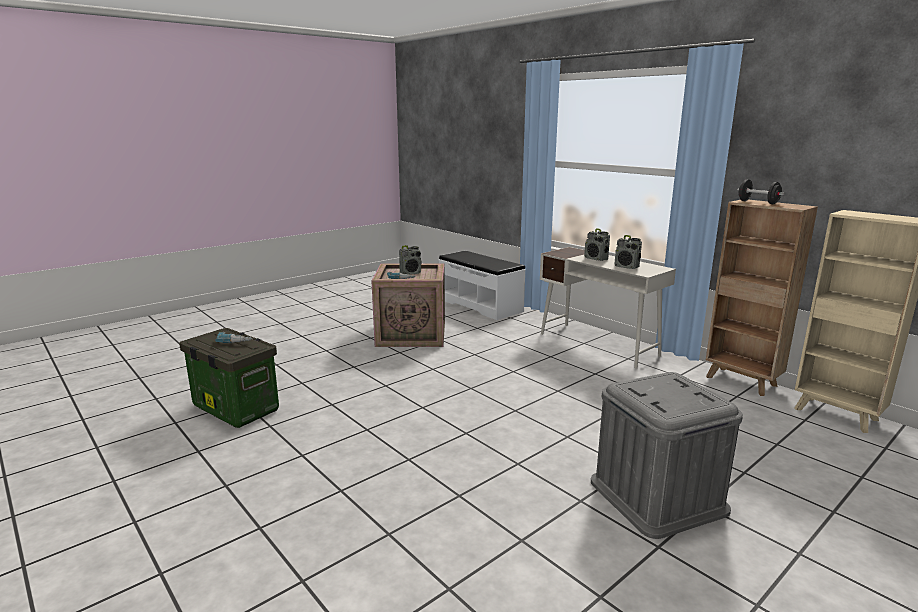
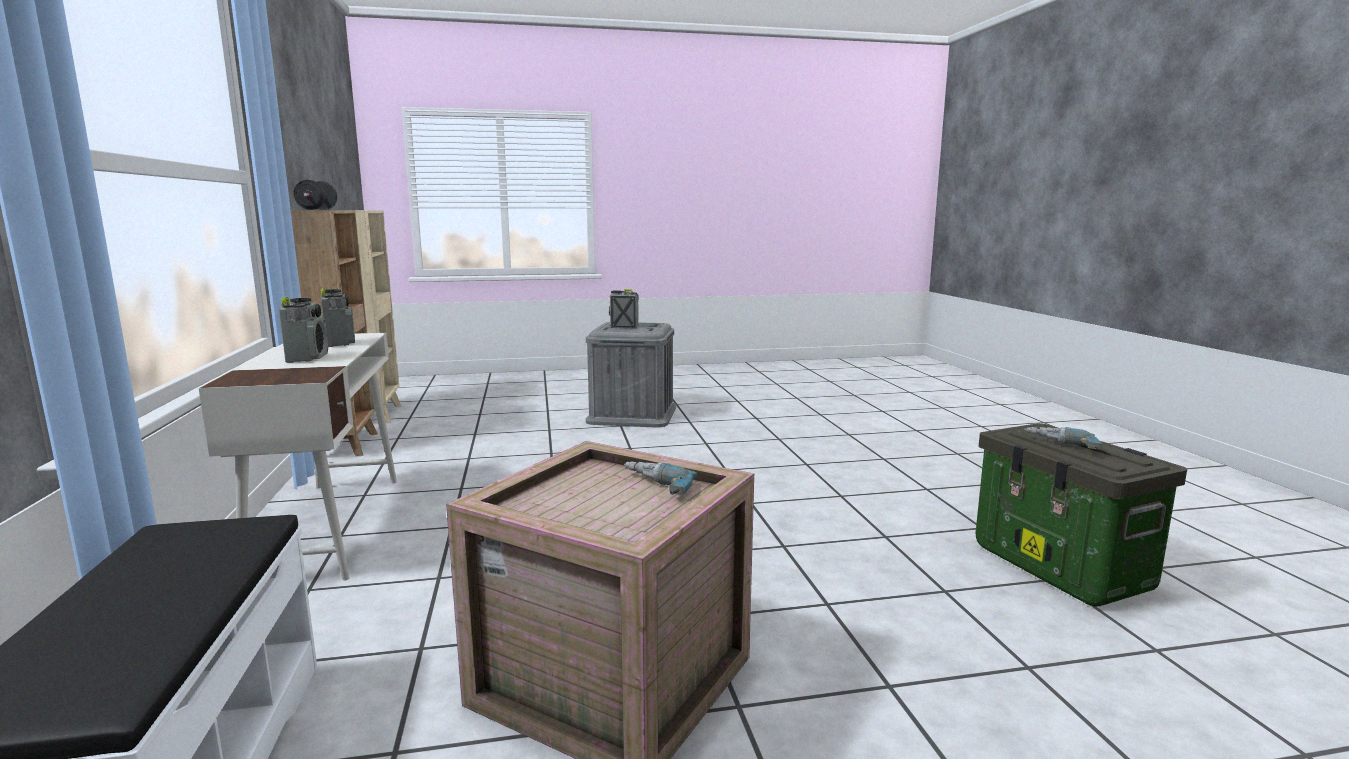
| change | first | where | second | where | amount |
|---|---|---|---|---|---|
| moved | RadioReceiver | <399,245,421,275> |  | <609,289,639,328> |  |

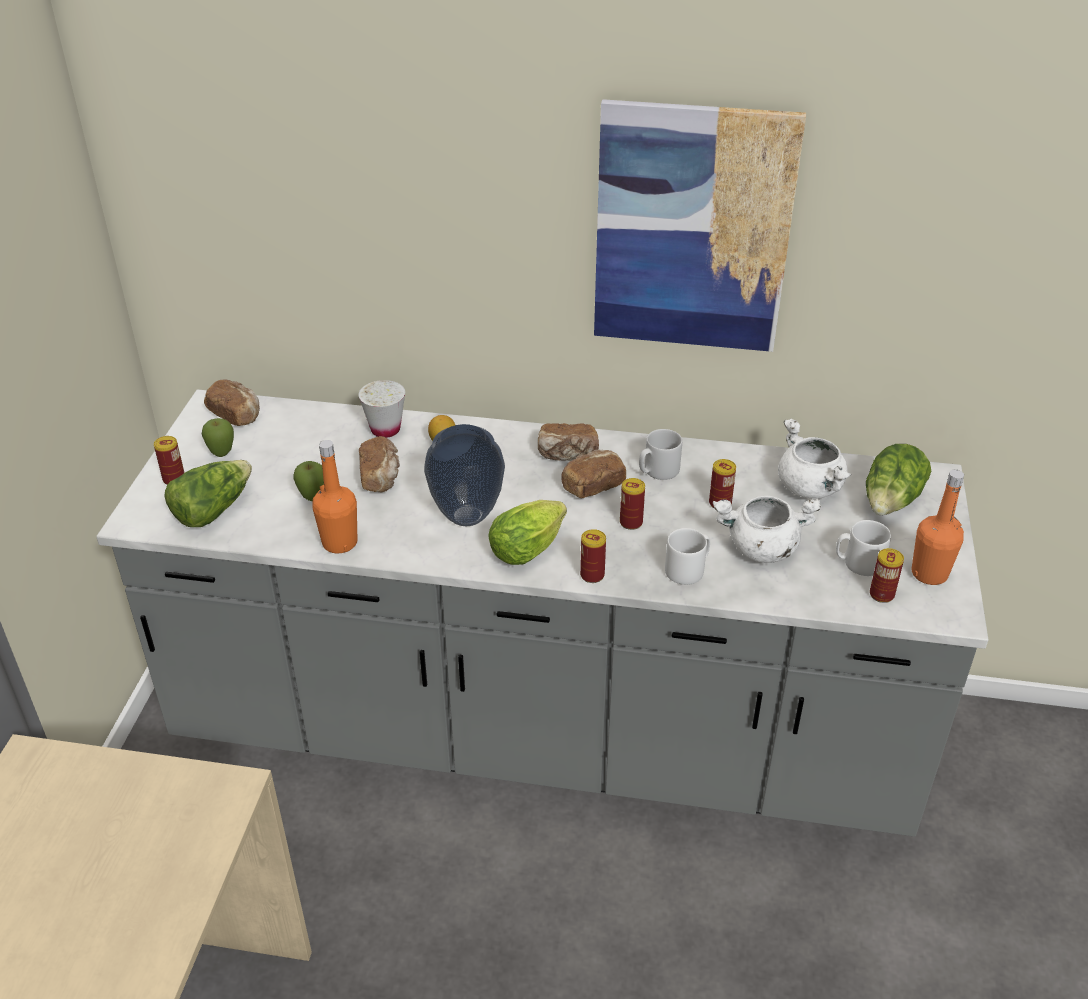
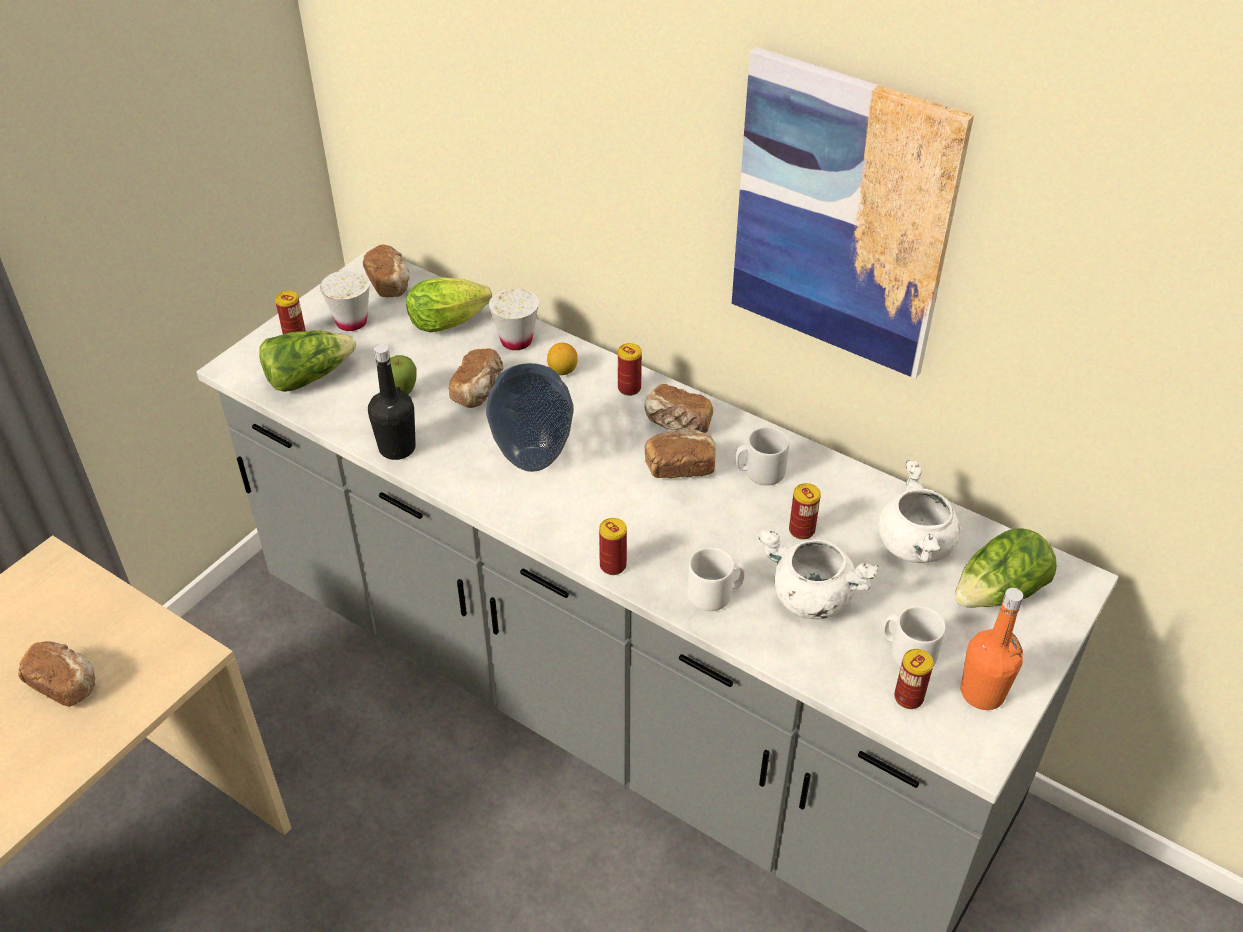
| change | first | where | second | where | amount |
|---|---|---|---|---|---|
| added |  |  | BakeryBread | <18,641,95,707> |  |
| moved | Lettuce | <488,500,567,565> |  | <406,278,492,332> |  |
| moved | SealedCan | <620,478,645,530> |  | <618,343,642,396> |  |
| replaced | Apple | <202,418,234,457> | WhiteColouredDrinkingCup | <320,270,370,331> |  |
| recoloured | OrangeBottle | <312,440,357,553> | BlackishBottle | <368,344,416,460> |  |

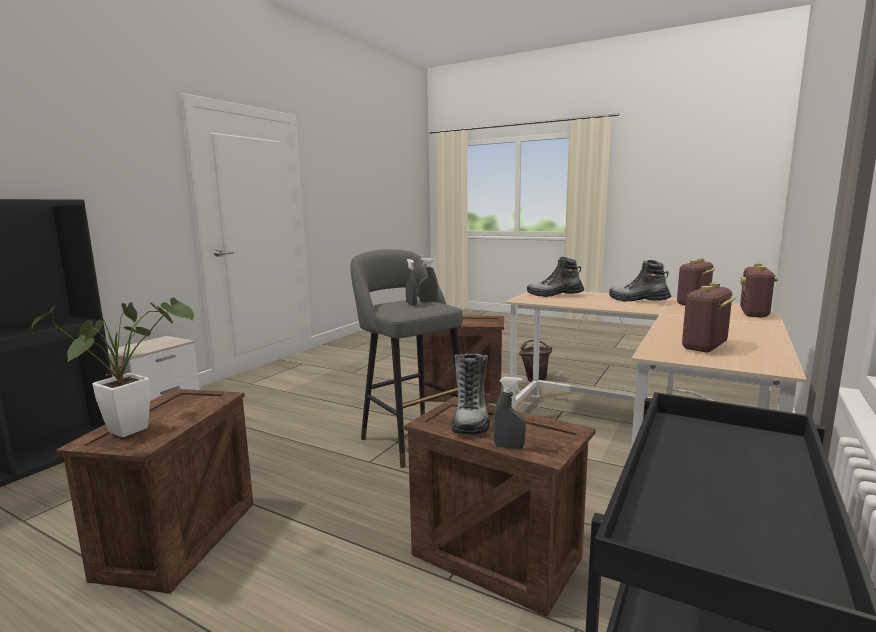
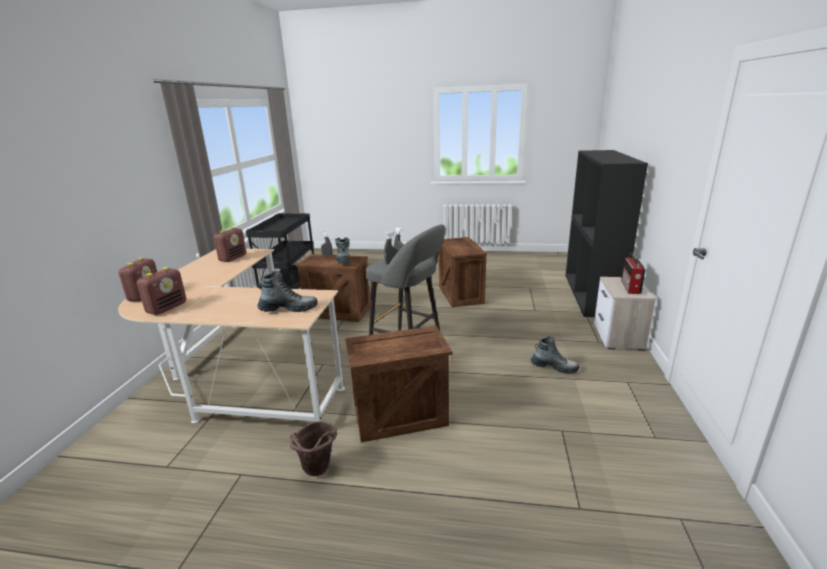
| change | first | where | second | where | amount |
|---|---|---|---|---|---|
| removed | PottedPlant | <31,298,194,437> |  |  |  |
| added |  |  | RadioReceiver | <621,253,646,294> |  |
| moved | TallBoot | <609,260,671,302> |  | <531,336,579,374> |  |

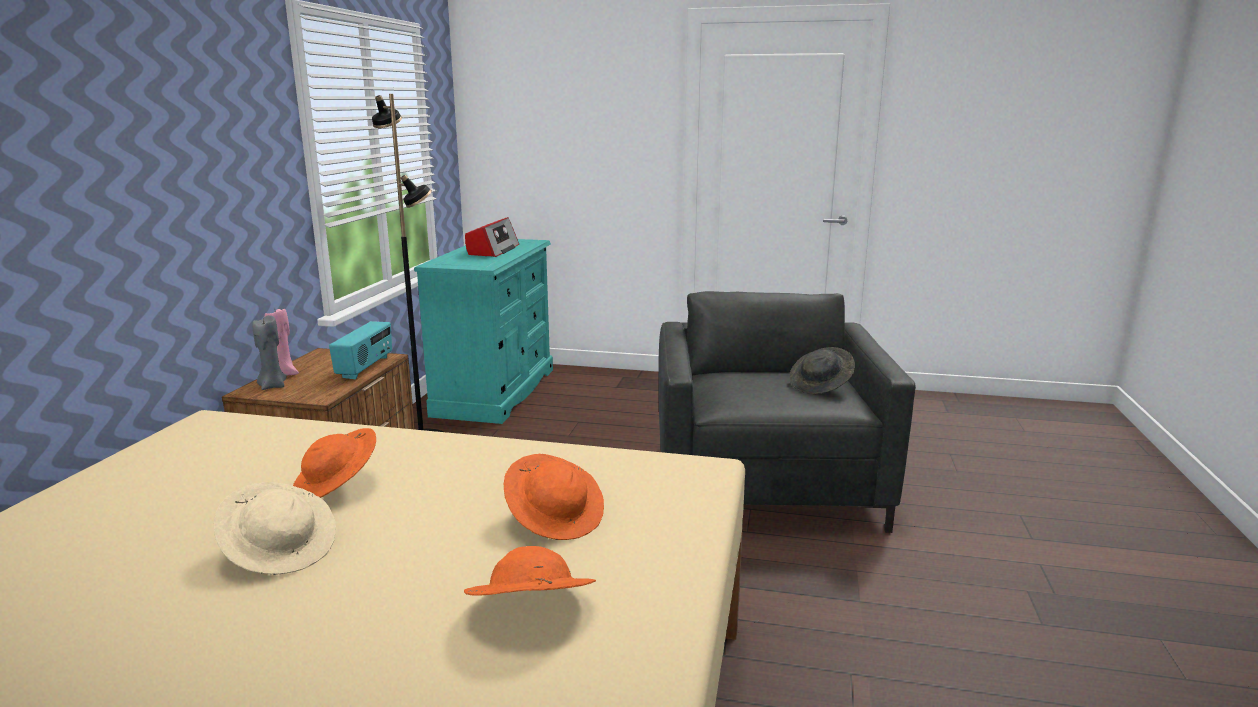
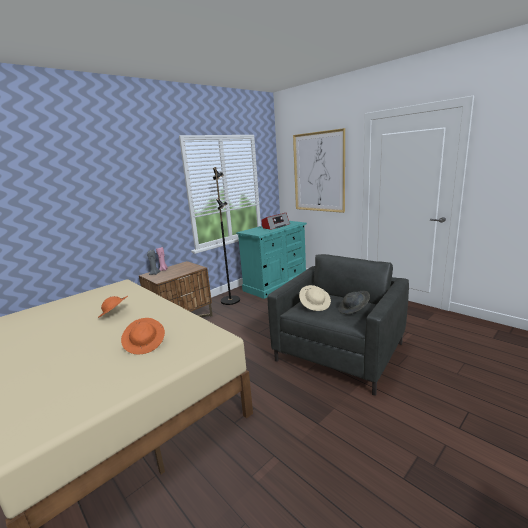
| change | first | where | second | where | amount |
|---|---|---|---|---|---|
| removed | RadioReceiver | <329,321,392,380> |  |  |  |
| removed | OrangeWearableHat | <464,546,596,596> |  |  |  |
| added |  |  | WallPicture | <293,128,345,213> |  |
| moved | SandColouredWearableHat | <214,482,336,575> |  | <299,285,331,311> |  |

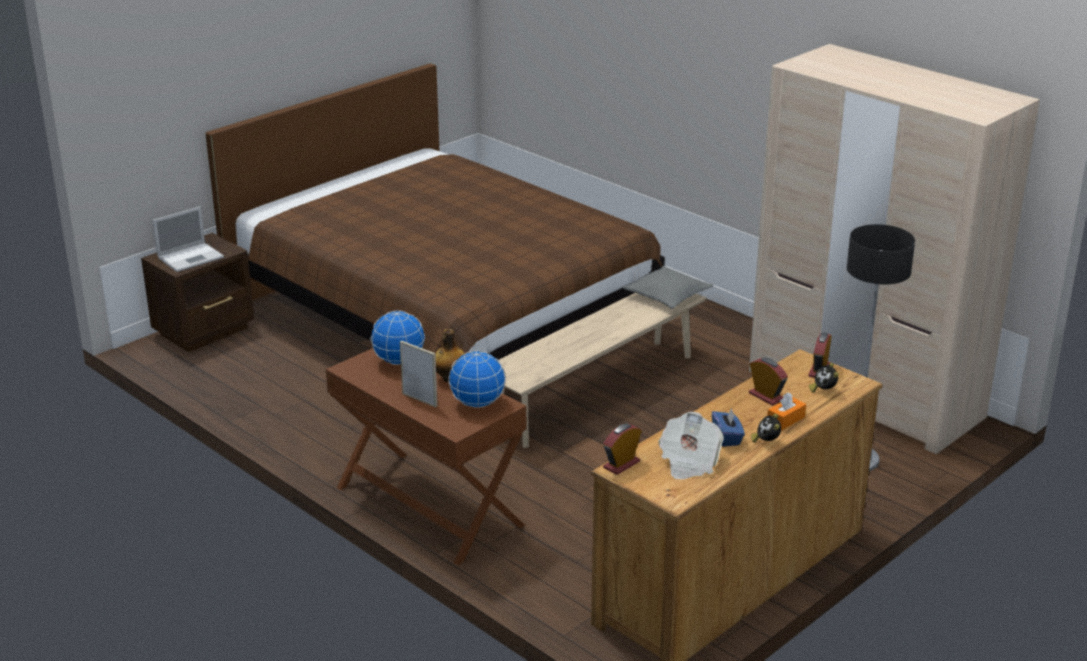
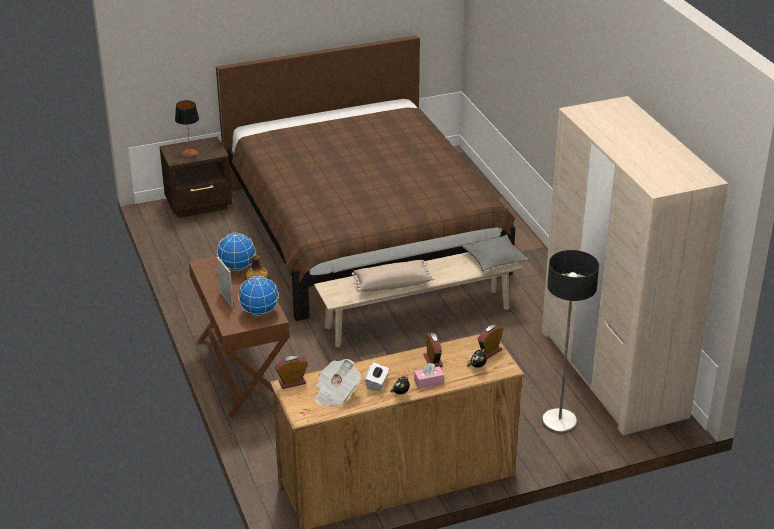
| change | first | where | second | where | amount |
|---|---|---|---|---|---|
| added |  |  | SandColouredCushion | <351,260,434,292> |  |
| replaced | Laptop | <152,207,224,272> | LampForATable | <175,100,199,157> |  |
| recoloured | BlueColouredBoxOfTissues | <712,408,745,447> | WhiteColouredBoxOfTissues | <365,362,389,391> |  |
| recoloured | OrangeBoxOfTissues | <767,392,806,430> | PinkBoxOfTissues | <414,363,444,389> |  |

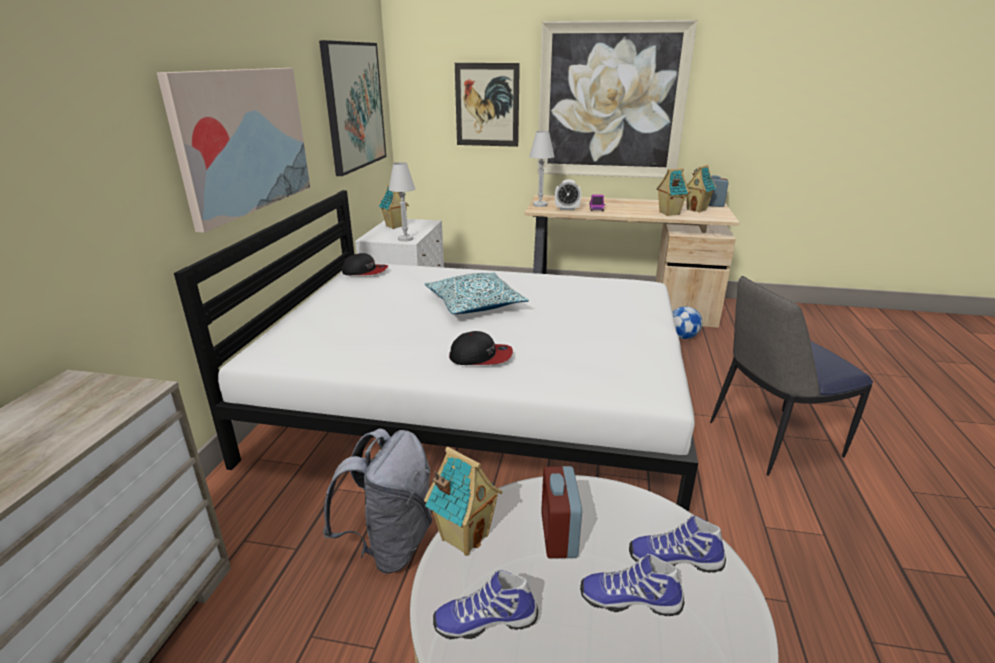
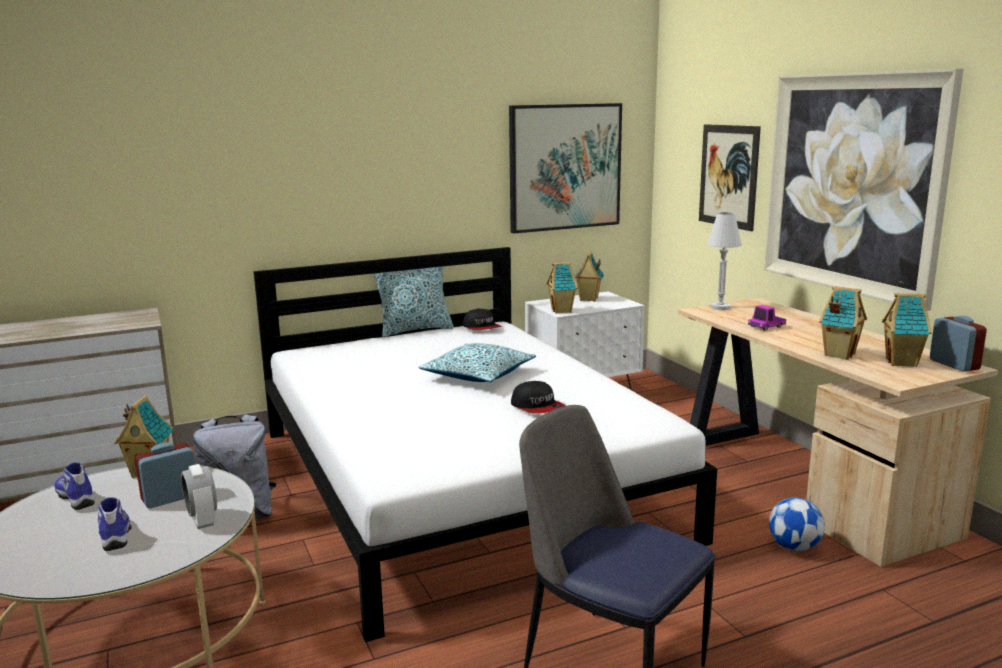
| change | first | where | second | where | amount |
|---|---|---|---|---|---|
| removed | WallPicture | <157,68,310,233> |  |  |  |
| removed | ItemOfFootwear | <629,515,726,572> |  |  |  |
| added |  |  | Cushion | <374,266,454,337> |  |
| moved | PeakedCap | <449,331,513,365> |  | <511,381,565,414> |  |
| moved | AlarmClock | <555,180,581,210> |  | <181,464,217,529> |  |
| replaced | WhiteColouredLampForATable | <388,162,416,242> | MiniatureHouse | <546,262,578,314> |  |

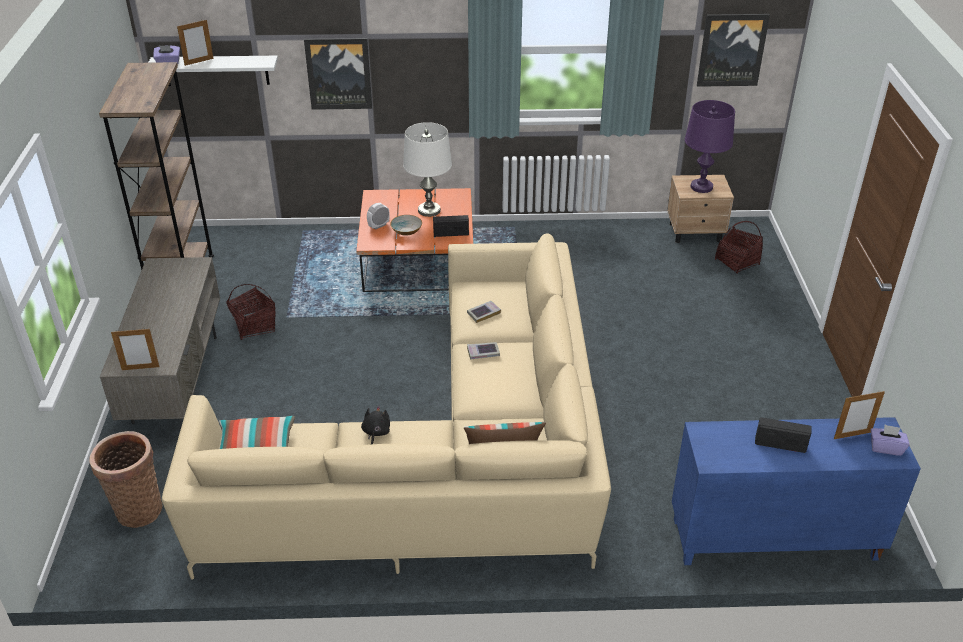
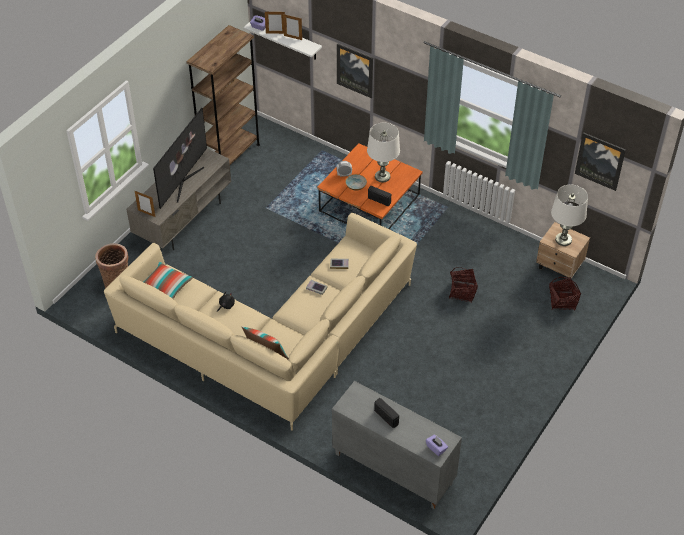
| change | first | where | second | where | amount |
|---|---|---|---|---|---|
| added |  |  | Tv | <153,108,207,209> |  |
| moved | Basket | <226,284,276,340> |  | <449,267,478,302> |  |
| moved | StandingFrame | <834,391,885,439> |  | <283,14,302,40> |  |
| recoloured | BlueColouredStorageCabinet | <672,417,921,565> | GreyStorageCabinet | <332,381,462,509> |  |
| recoloured | PurplishLampForATable | <685,100,735,193> | WhiteColouredLampForATable | <551,185,588,246> |  |

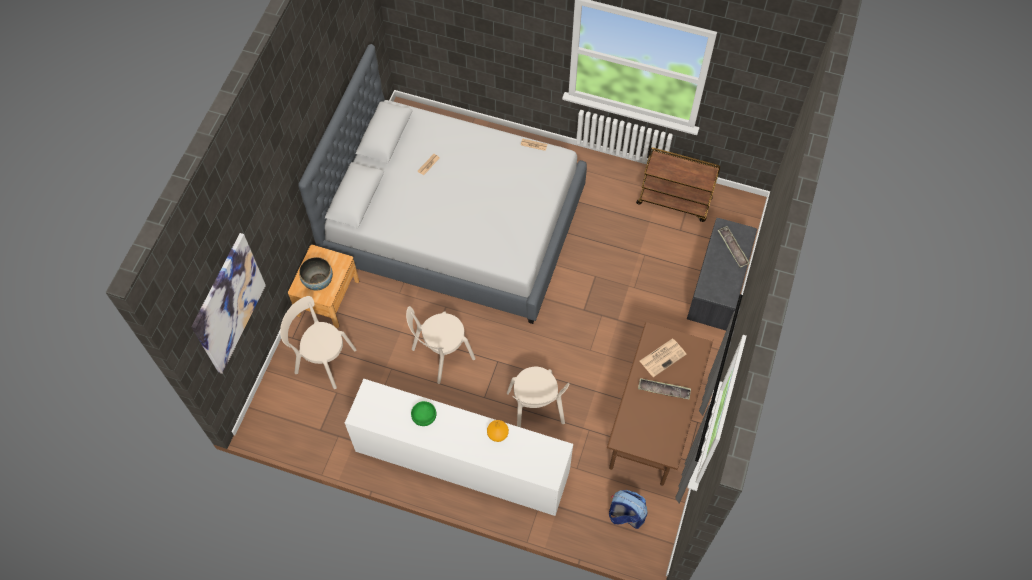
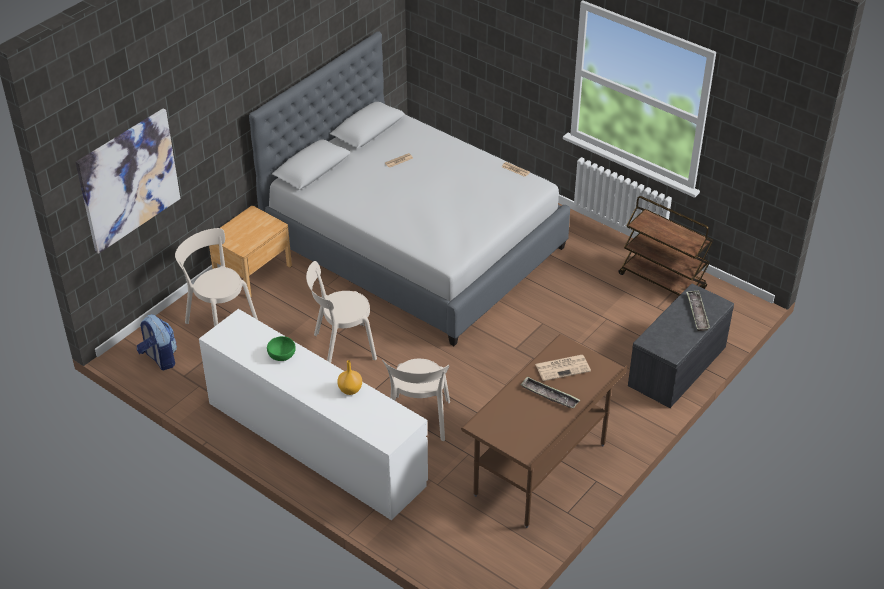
| change | first | where | second | where | amount |
|---|---|---|---|---|---|
| removed | Bowl | <299,257,333,291> |  |  |  |
| moved | Backpack | <609,490,647,529> |  | <137,314,177,370> |  |

